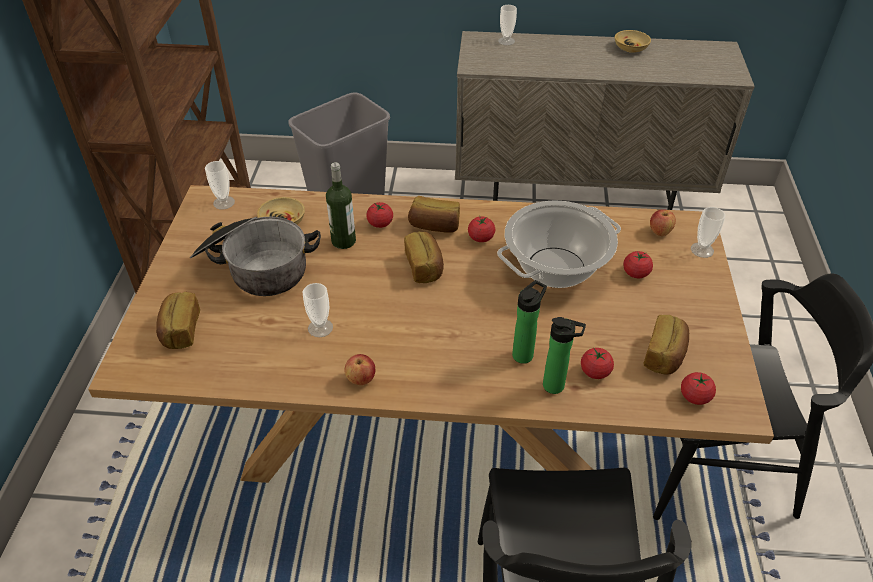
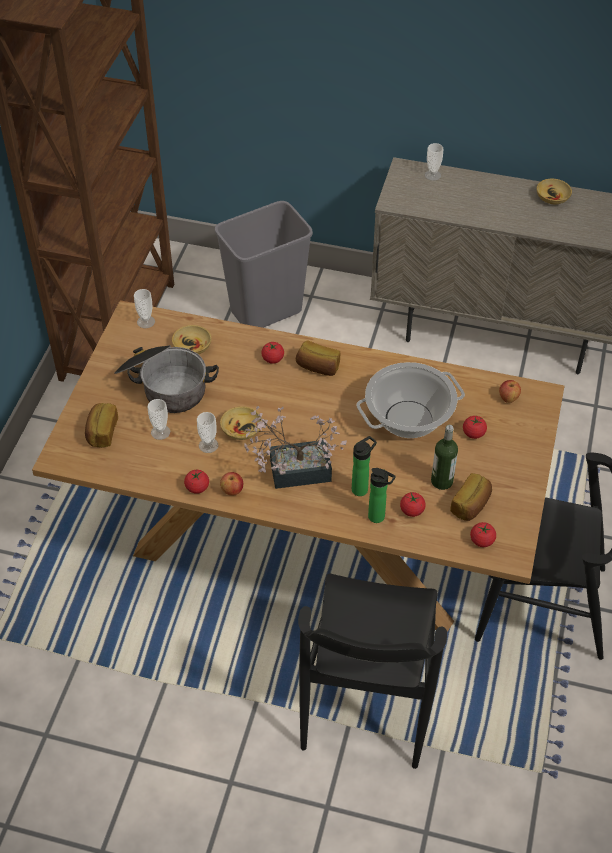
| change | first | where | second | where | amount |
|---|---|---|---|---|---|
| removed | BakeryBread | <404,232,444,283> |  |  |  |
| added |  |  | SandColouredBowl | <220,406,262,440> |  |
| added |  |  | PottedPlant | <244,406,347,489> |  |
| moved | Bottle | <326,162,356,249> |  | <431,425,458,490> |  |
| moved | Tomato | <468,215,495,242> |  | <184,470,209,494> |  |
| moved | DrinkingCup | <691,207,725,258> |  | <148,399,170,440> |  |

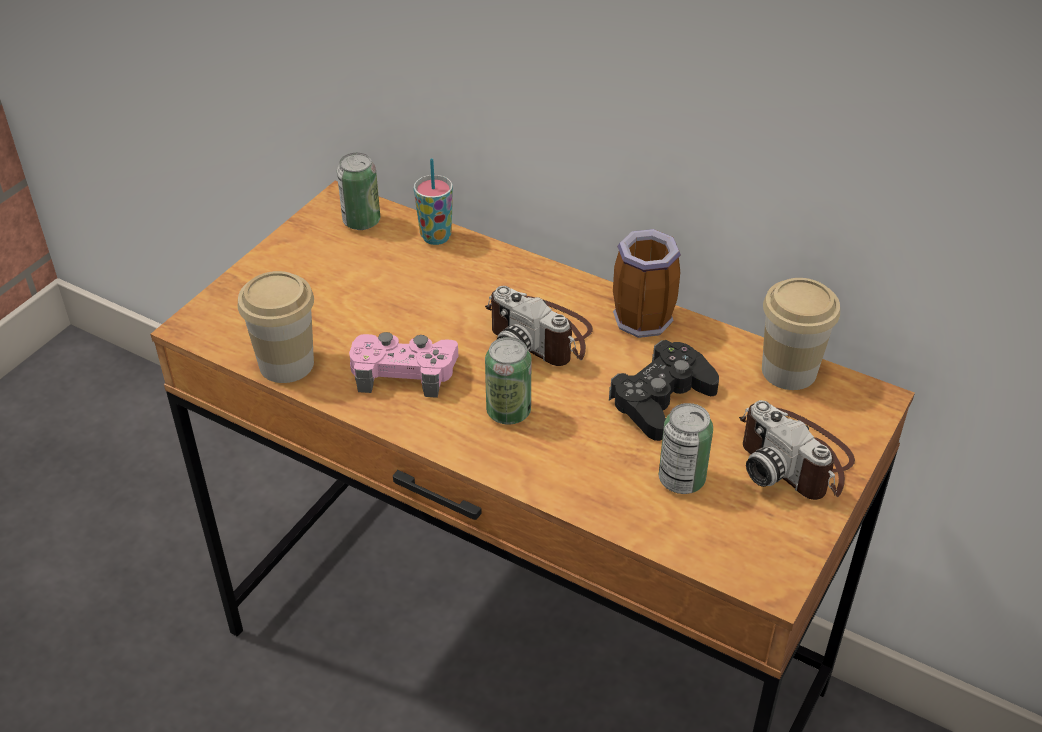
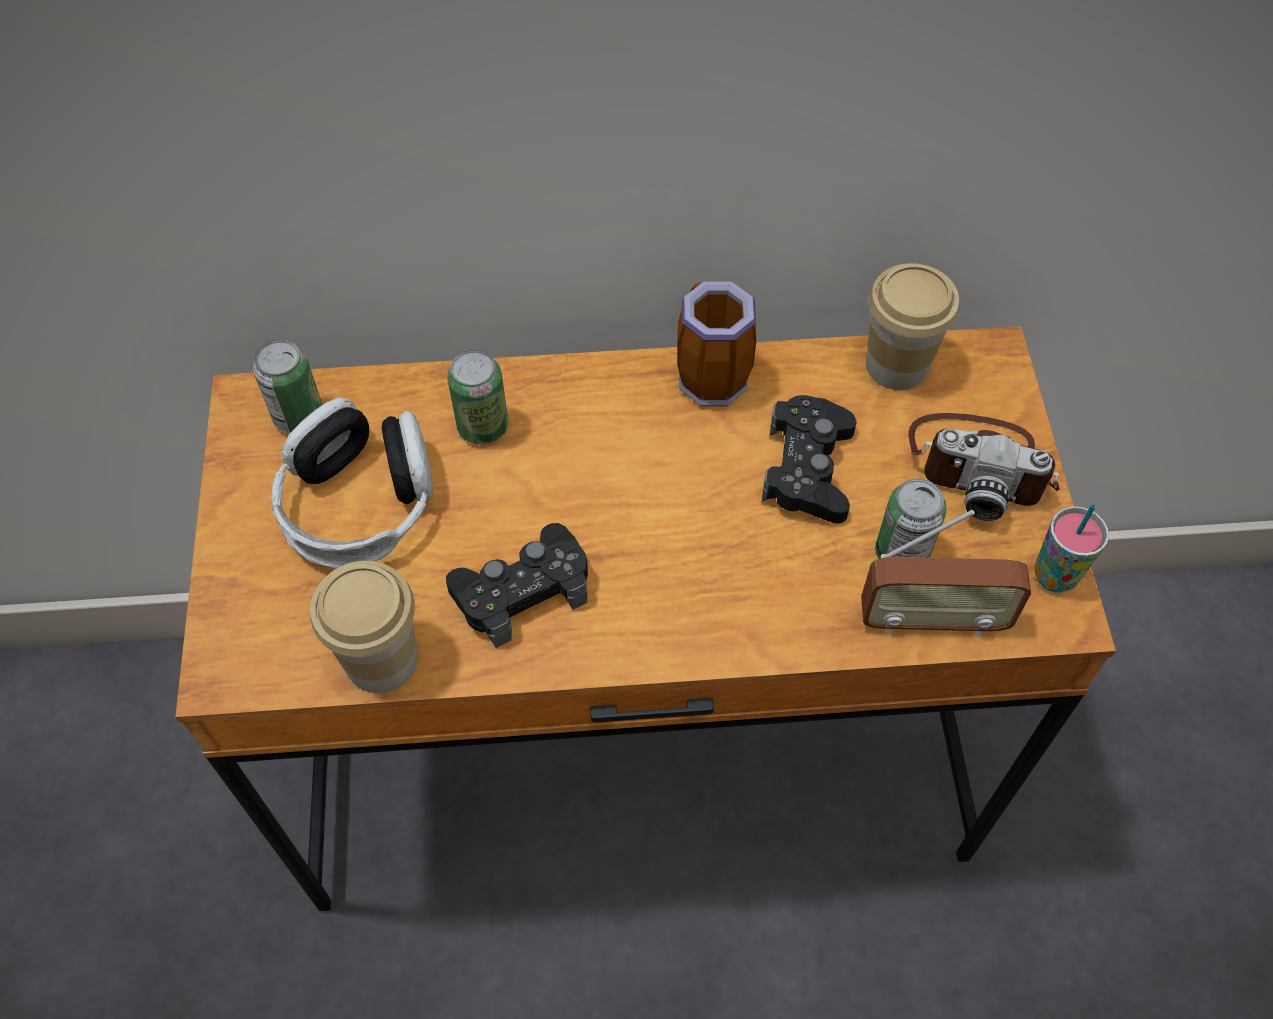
| change | first | where | second | where | amount |
|---|---|---|---|---|---|
| removed | PhotoCamera | <485,286,593,366> |  |  |  |
| added |  |  | Headset | <271,398,433,568> |  |
| added |  |  | RadioReceiver | <861,510,1031,637> |  |
| moved | DrinkingCup | <414,158,453,245> |  | <1034,504,1109,592> |  |
| moved | SealedCan | <485,337,531,425> |  | <447,349,508,445> |  |
| recoloured | PinkGameController | <349,332,458,398> | BlackishGameController | <446,523,588,648> |  |

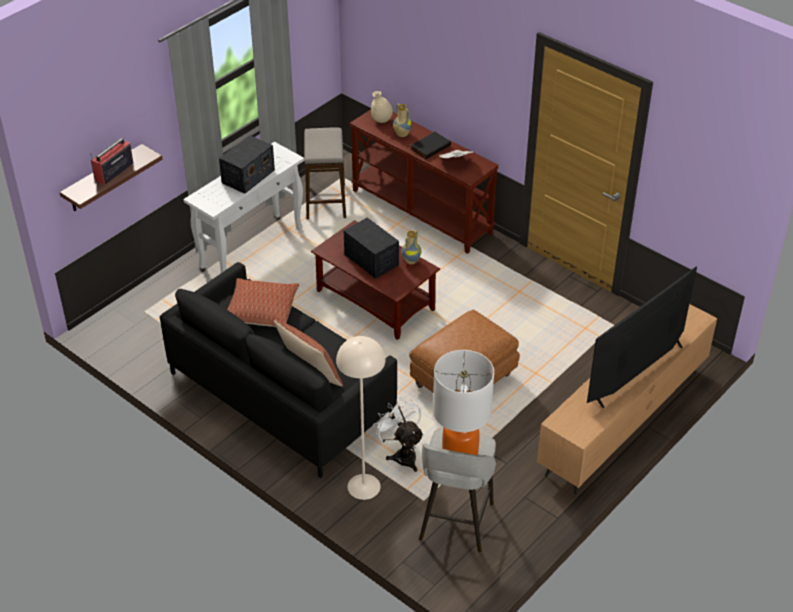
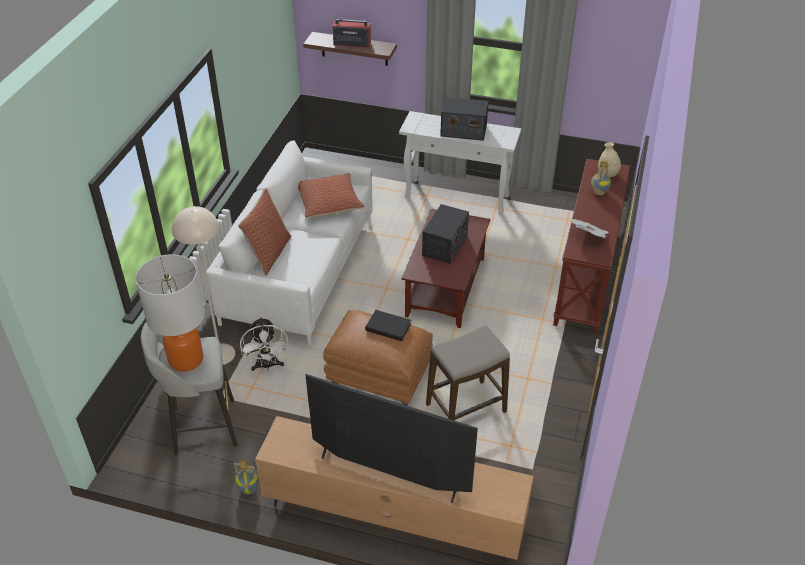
| change | first | where | second | where | amount |
|---|---|---|---|---|---|
| moved | Stool | <304,127,346,219> |  | <426,326,510,420> |  |
| moved | Vase | <401,230,421,264> |  | <234,460,259,494> |  |
| moved | BlackishBook | <410,132,451,159> |  | <365,310,411,341> |  |
| recoloured | BlackishSofa | <160,262,397,478> | WhiteColouredSofa | <206,140,373,345> |  |
| turned | WhiteColouredElectricFan | <373,397,424,472> |  | <240,317,289,371> | 135 degrees clockwise |

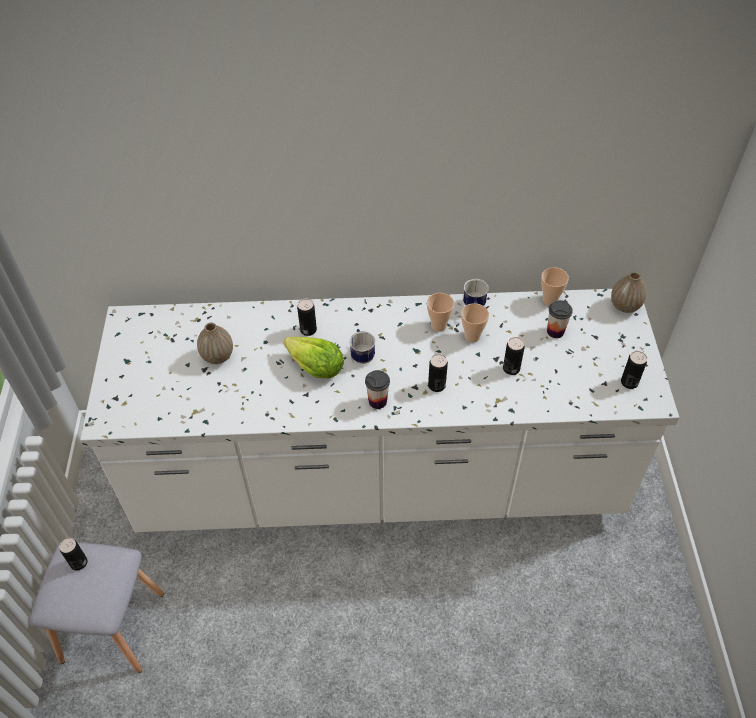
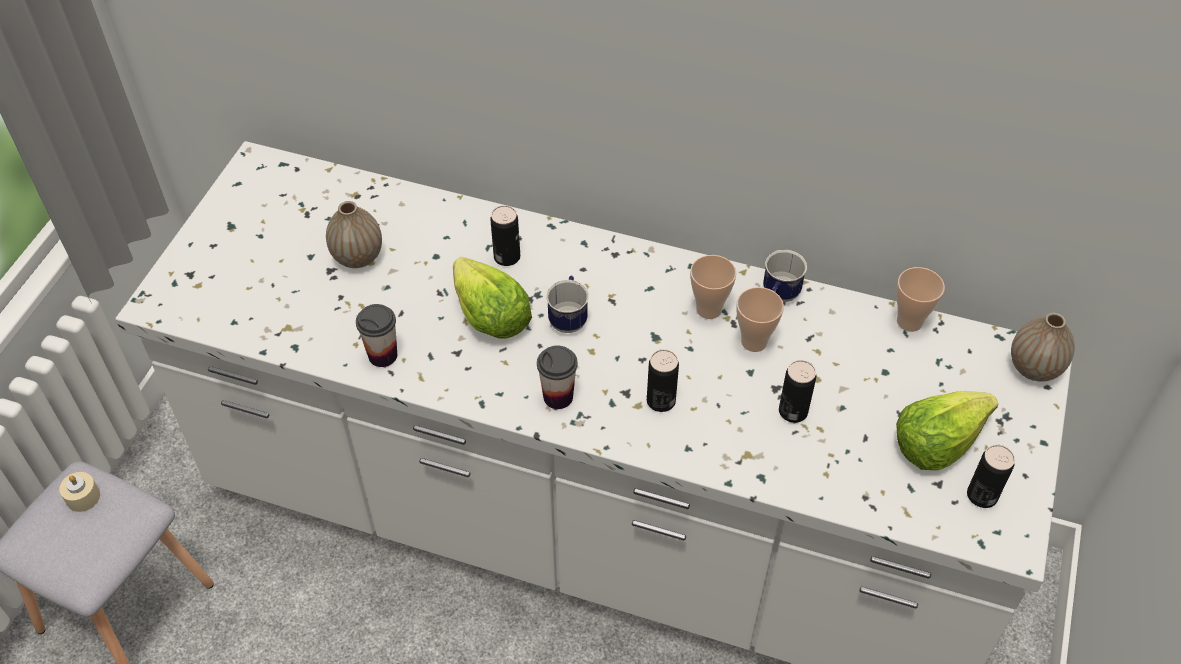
| change | first | where | second | where | amount |
|---|---|---|---|---|---|
| added |  |  | Lettuce | <896,391,999,470> |  |
| moved | DrinkingCup | <547,300,573,338> |  | <356,304,397,367> |  |
| replaced | SealedCan | <59,538,87,571> | SandColouredCandle | <59,472,100,512> |  |

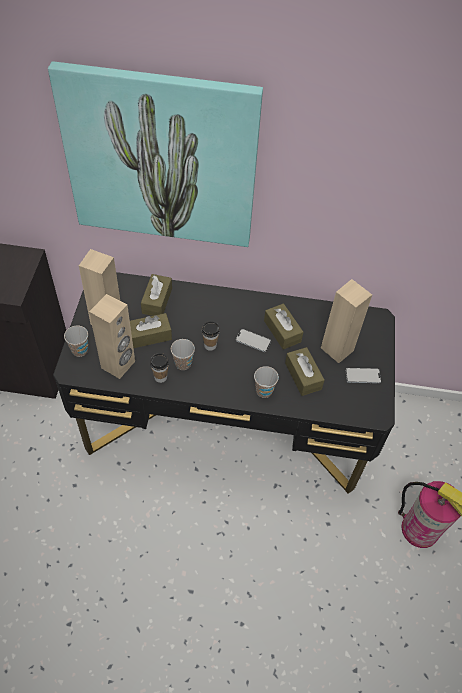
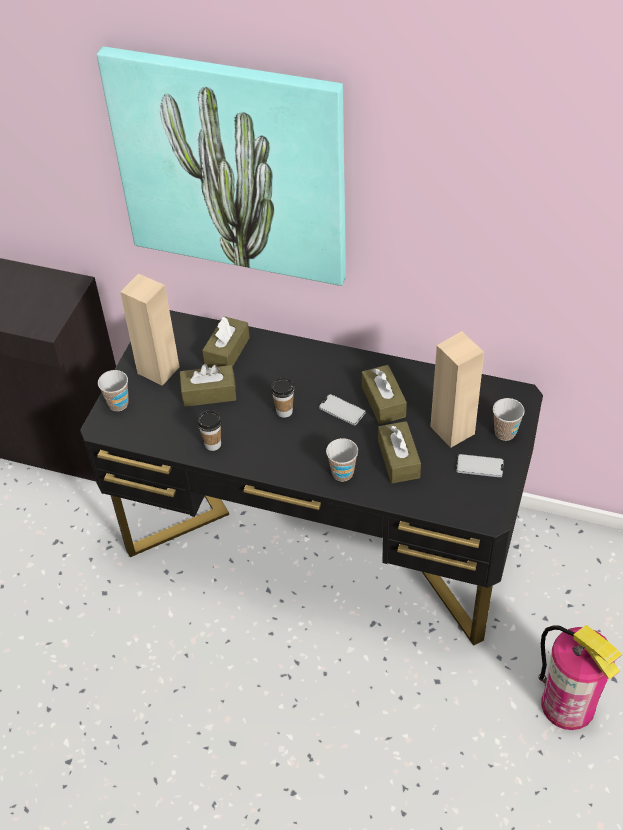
| change | first | where | second | where | amount |
|---|---|---|---|---|---|
| removed | SandColouredAudioSpeaker | <89,294,135,379> |  |  |  |
| moved | DrinkingCup | <171,339,195,370> |  | <493,398,524,441> |  |

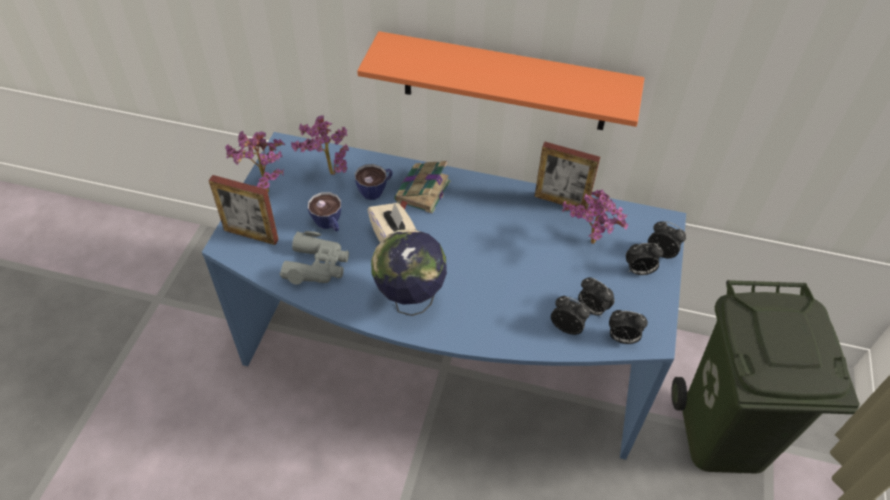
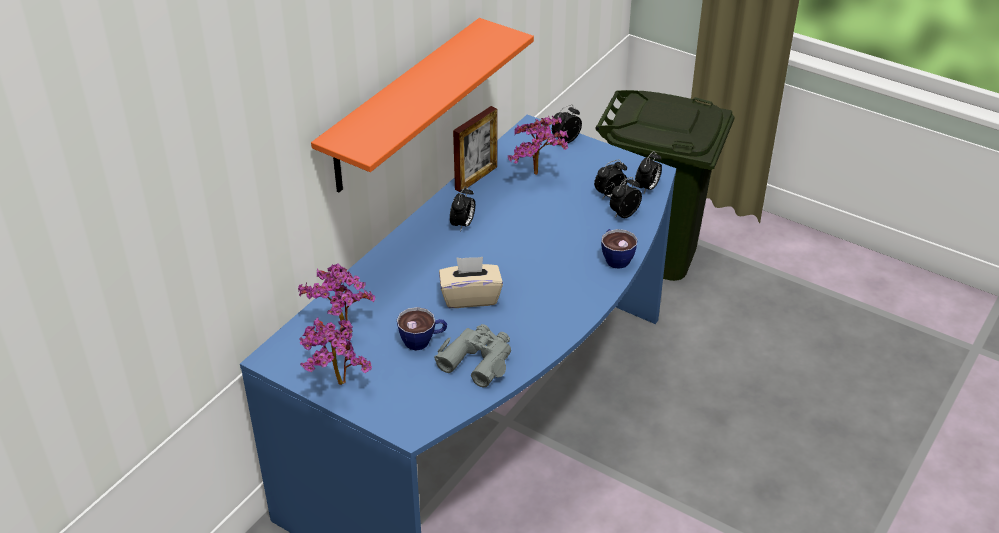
| change | first | where | second | where | amount |
|---|---|---|---|---|---|
| removed | StandingFrame | <209,175,279,245> |  |  |  |
| removed | DeskGlobe | <371,229,447,316> |  |  |  |
| removed | Book | <394,161,450,214> |  |  |  |
| moved | DrinkingCup | <354,164,393,200> |  | <601,229,638,269> |  |
| moved | AlarmClock | <626,243,663,275> |  | <450,186,475,232> |  |

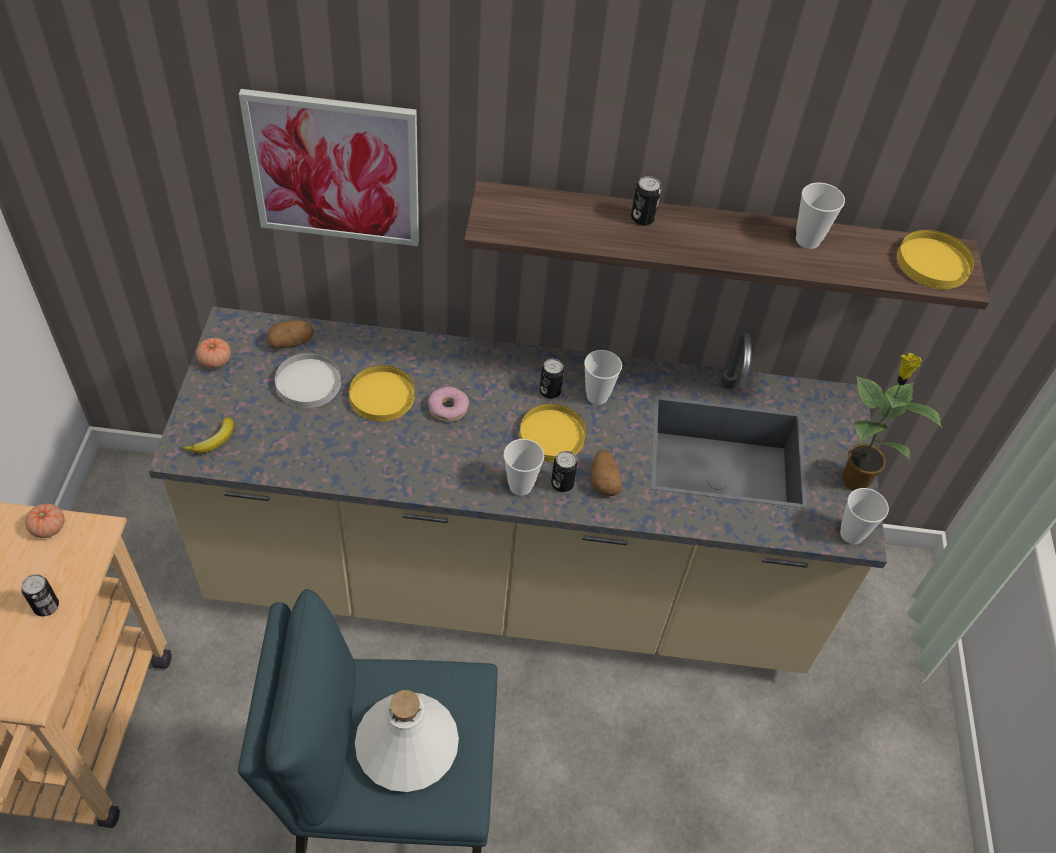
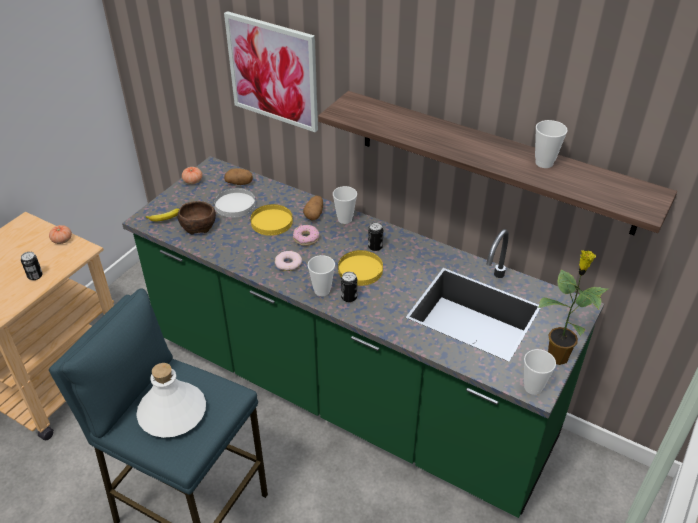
| change | first | where | second | where | amount |
|---|---|---|---|---|---|
| removed | SealedCan | <631,176,661,226> |  |  |  |
| removed | YellowColouredPlate | <897,230,974,289> |  |  |  |
| added |  |  | BrownishBowl | <177,201,216,234> |  |
| added |  |  | Donut | <275,251,302,271> |  |
| moved | DrinkingCup | <584,350,622,405> |  | <333,186,357,224> |  |
| moved | WholePotato | <591,450,622,496> |  | <303,196,323,220> |  |
| recoloured | SandColouredKitchenCounter | <149,307,887,674> | GreenColouredKitchenCounter | <122,156,604,518> |  |

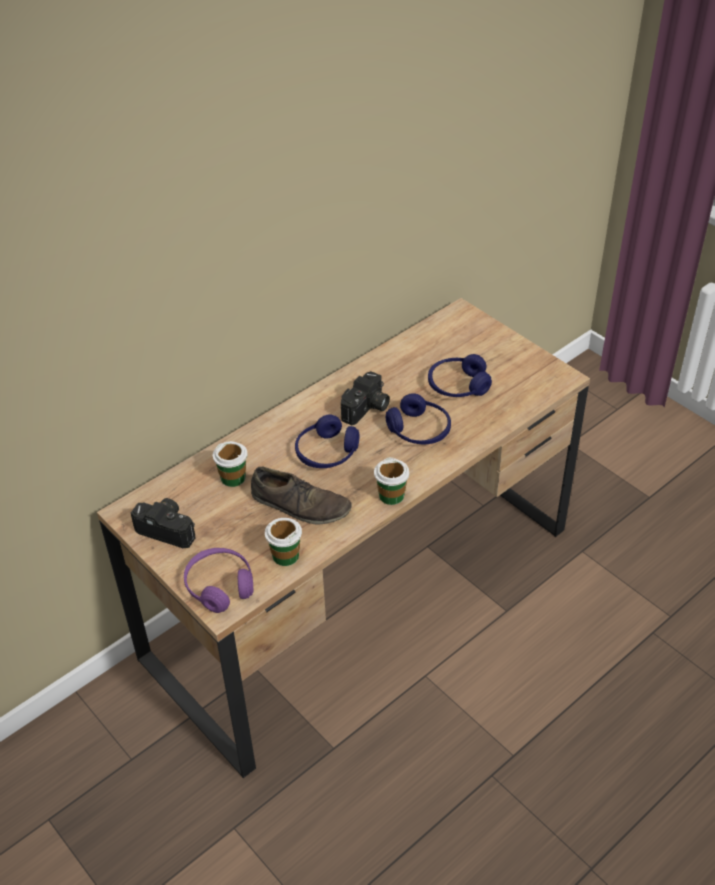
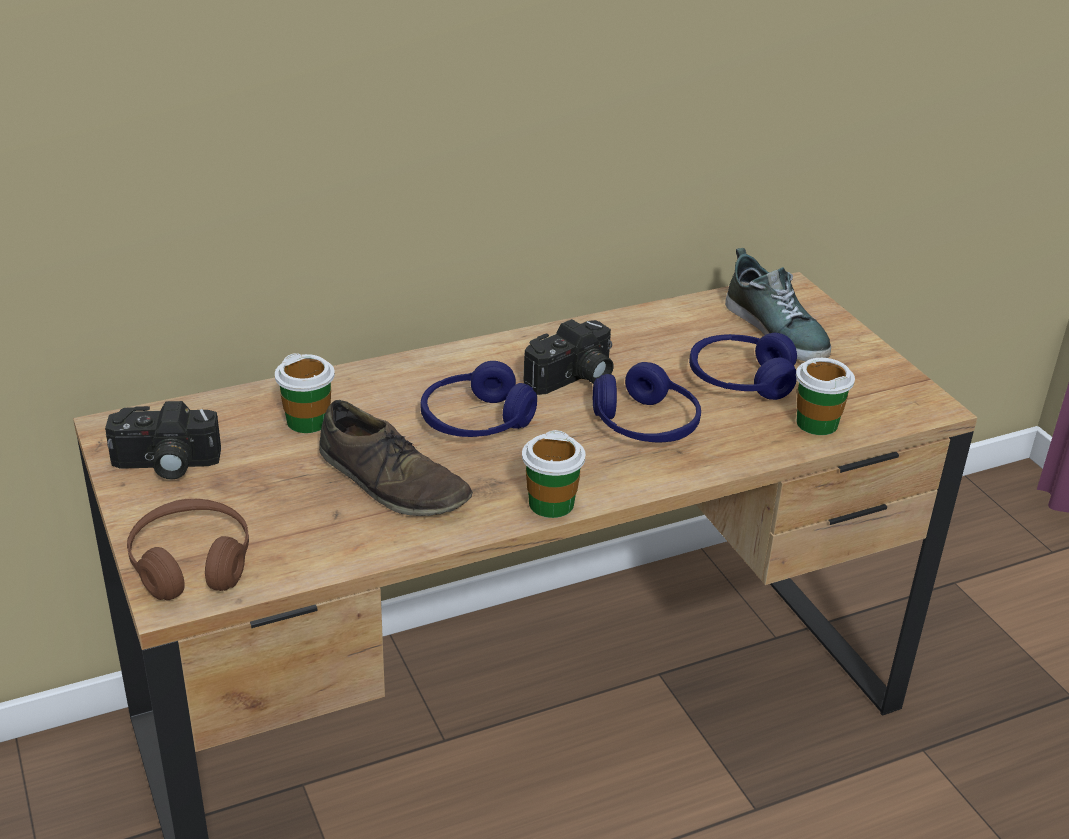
| change | first | where | second | where | amount |
|---|---|---|---|---|---|
| added |  |  | ItemOfFootwear | <725,248,831,361> |  |
| moved | DrinkingCup | <265,518,302,566> |  | <796,358,855,435> |  |
| recoloured | PurplishHeadset | <184,548,253,613> | BrownishHeadset | <127,499,249,600> |  |
| turned | PhotoCamera | <131,498,196,548> |  | <105,401,221,480> | 135 degrees clockwise |

